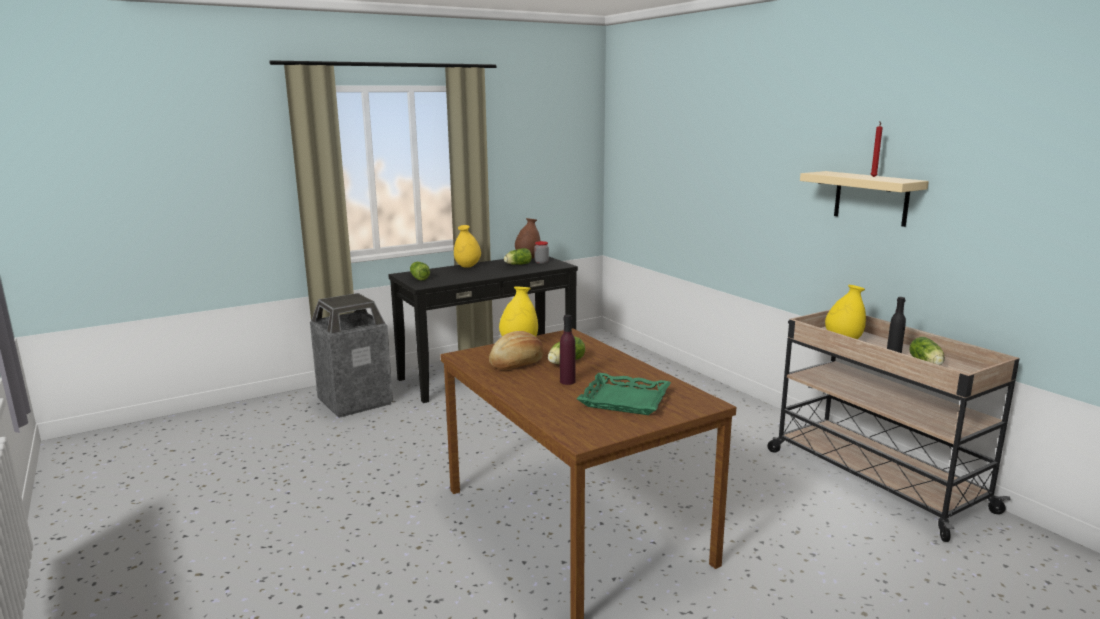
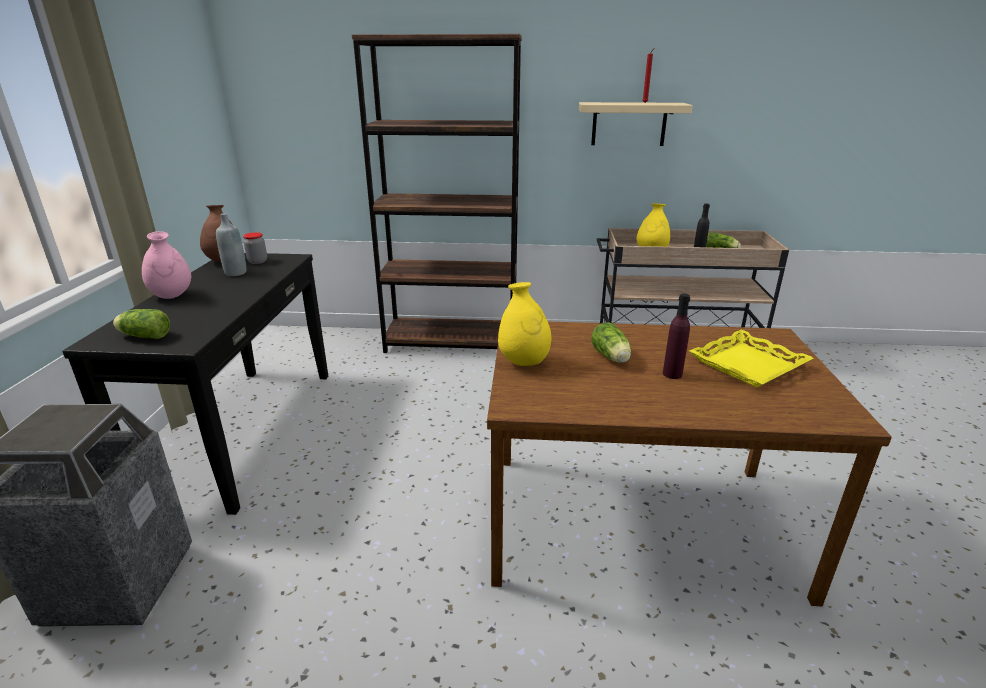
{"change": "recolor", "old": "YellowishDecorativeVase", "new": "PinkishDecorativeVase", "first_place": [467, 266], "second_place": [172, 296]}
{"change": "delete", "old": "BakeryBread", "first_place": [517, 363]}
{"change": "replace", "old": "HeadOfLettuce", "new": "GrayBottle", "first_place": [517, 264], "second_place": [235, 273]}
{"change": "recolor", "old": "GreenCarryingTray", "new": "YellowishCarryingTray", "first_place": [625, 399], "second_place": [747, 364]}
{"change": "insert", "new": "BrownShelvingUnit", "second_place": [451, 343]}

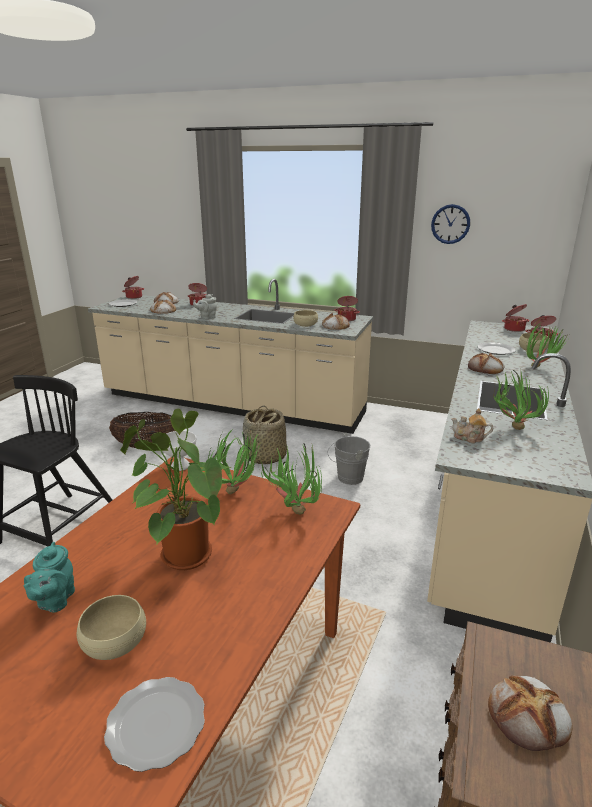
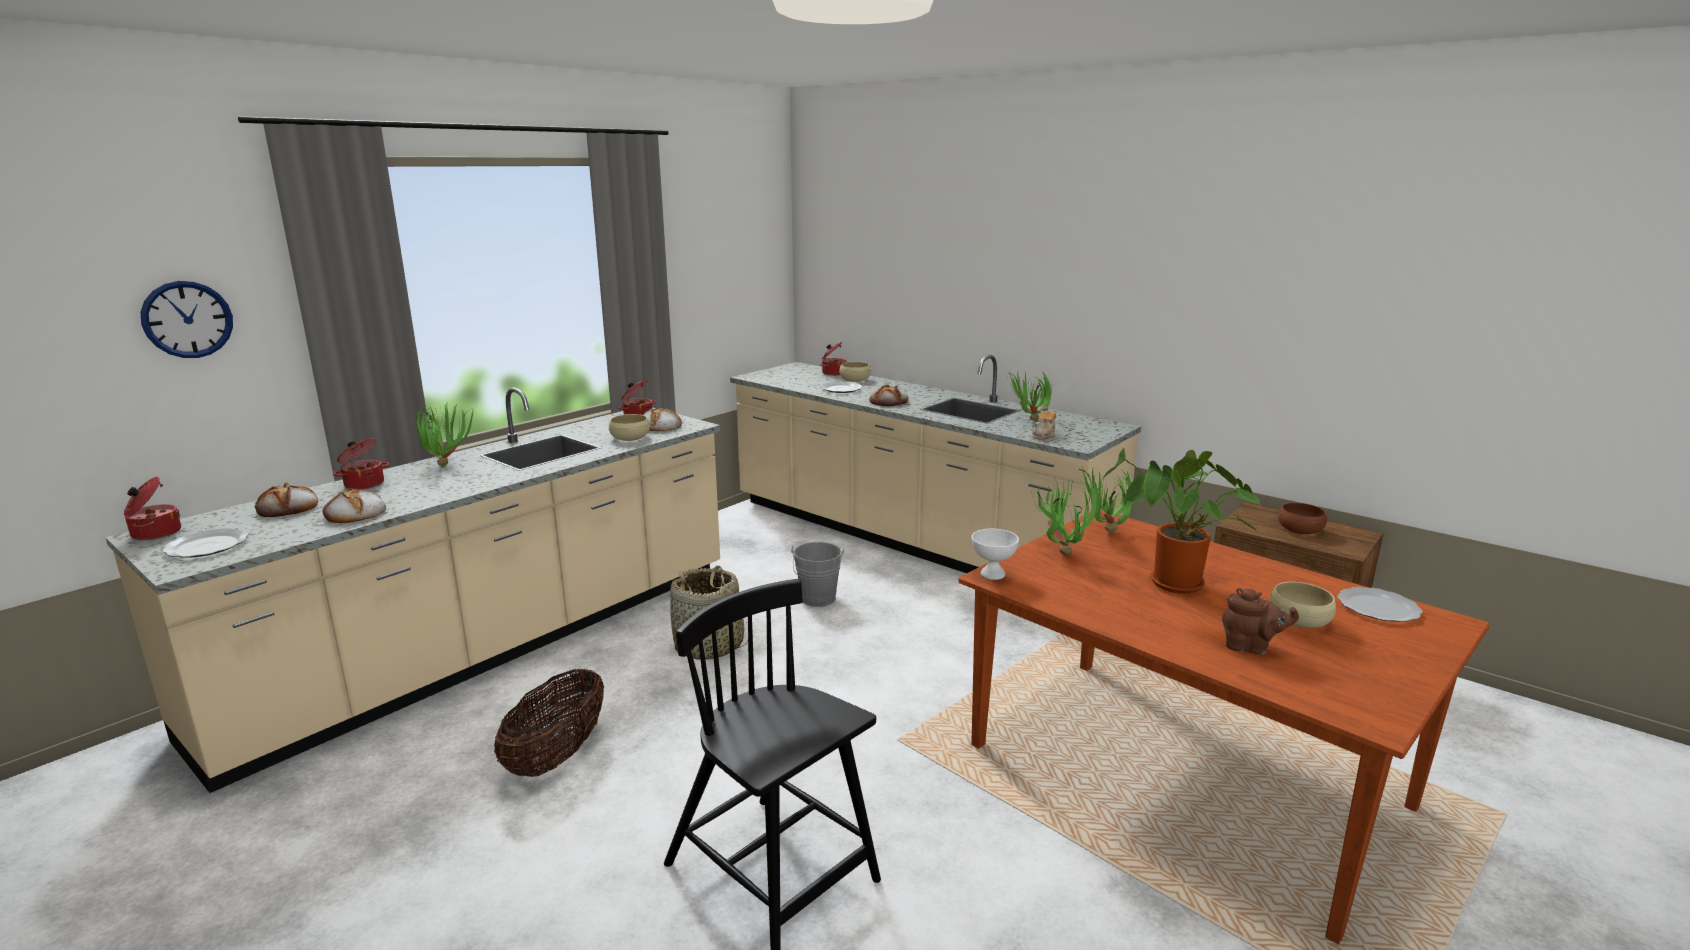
{"change": "recolor", "old": "BlueGreenTeaPot", "new": "BrownTeaPot", "first_place": [54, 601], "second_place": [1250, 647]}
{"change": "delete", "old": "GrayTeaPot", "first_place": [207, 318]}
{"change": "move", "old": "WallClock", "first_place": [450, 224], "second_place": [187, 319]}
{"change": "replace", "old": "BakeryBread", "new": "BrownServingBowl", "first_place": [529, 716], "second_place": [1300, 529]}
{"change": "delete", "old": "Saucepot", "first_place": [514, 329]}
{"change": "move", "old": "Houseplant", "first_place": [539, 367], "second_place": [447, 463]}

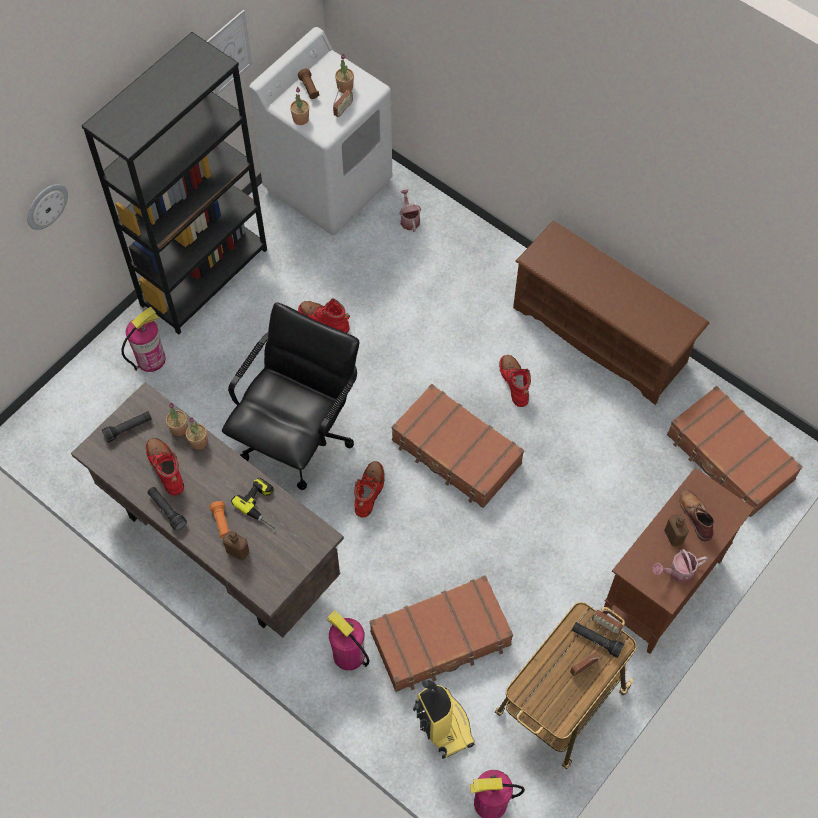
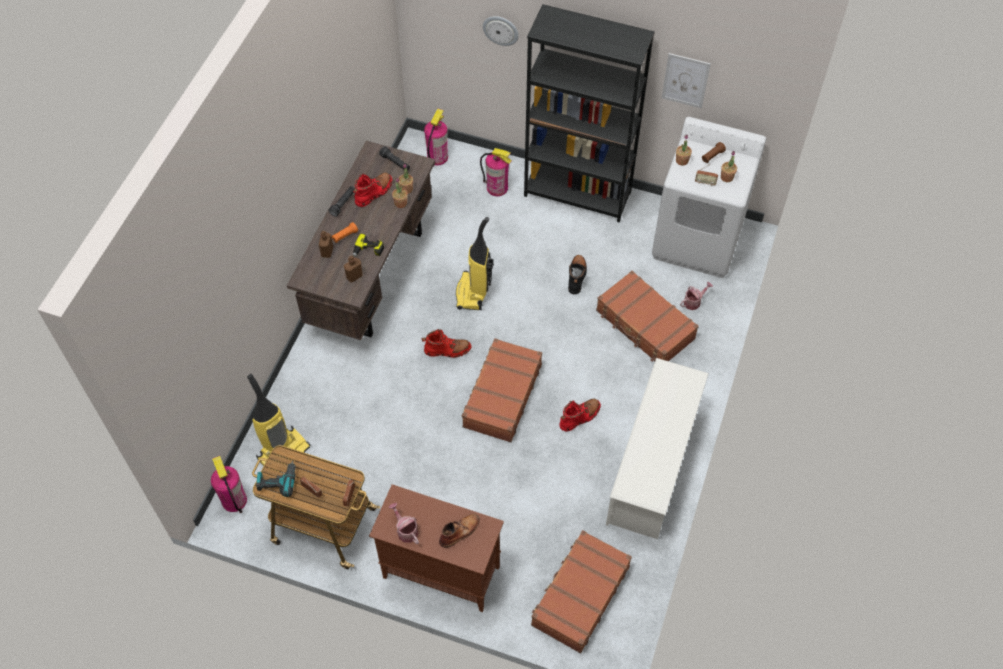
{"change": "replace", "old": "BlackishDeskChair", "new": "Hoover", "first_place": [298, 436], "second_place": [473, 292]}
{"change": "recolor", "old": "RedHighTopBoot", "new": "BlackishHighTopBoot", "first_place": [324, 320], "second_place": [576, 277]}
{"change": "move", "old": "Extinguisher", "first_place": [348, 655], "second_place": [437, 157]}
{"change": "move", "old": "BrownSuitcase", "first_place": [441, 639], "second_place": [644, 325]}
{"change": "recolor", "old": "BrownShoeShelf", "new": "WhitishShoeShelf", "first_place": [601, 335], "second_place": [652, 467]}
{"change": "delete", "old": "BlackishHandTorch", "first_place": [596, 641]}
{"change": "move", "old": "BrownBottle", "first_place": [673, 536], "second_place": [354, 276]}
{"change": "insert", "new": "Drill", "second_place": [277, 481]}

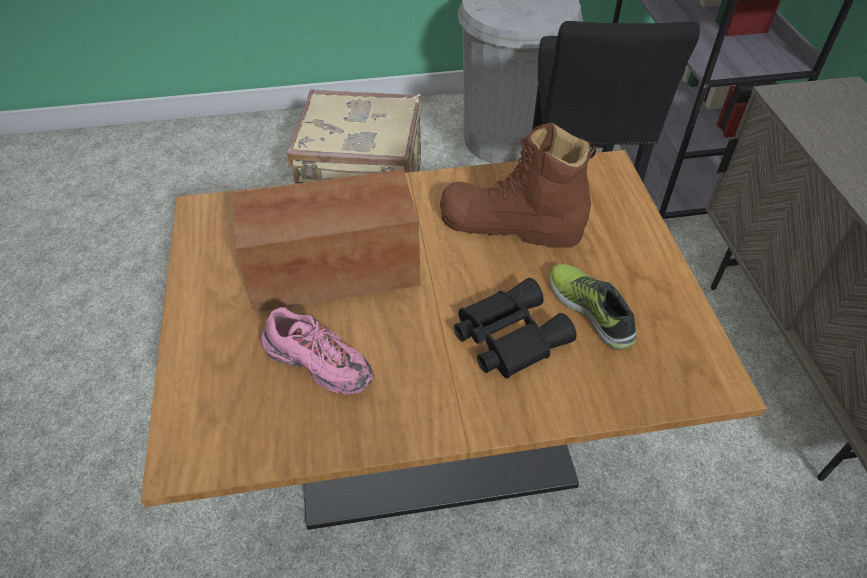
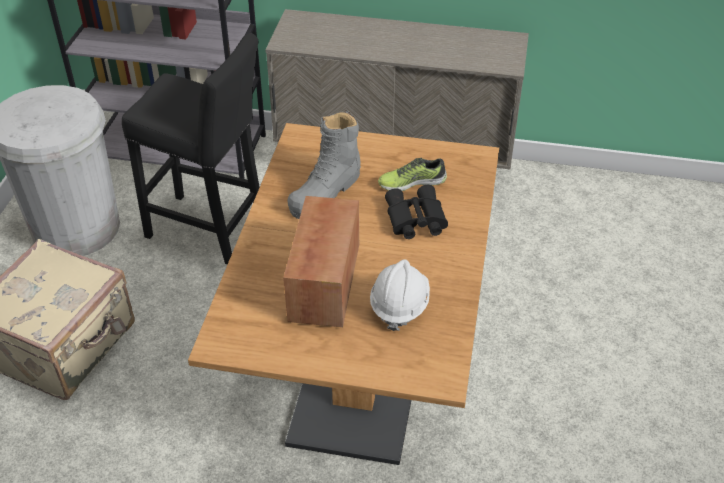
{"change": "replace", "old": "PinkishLowShoe", "new": "WhitishHardHat", "first_place": [319, 365], "second_place": [399, 305]}
{"change": "recolor", "old": "BrownHighTopBoot", "new": "GrayHighTopBoot", "first_place": [510, 224], "second_place": [325, 192]}

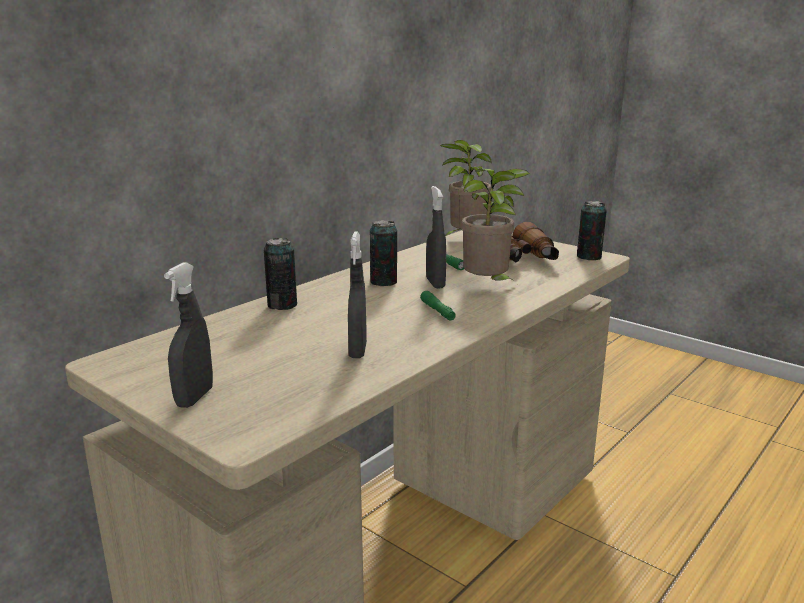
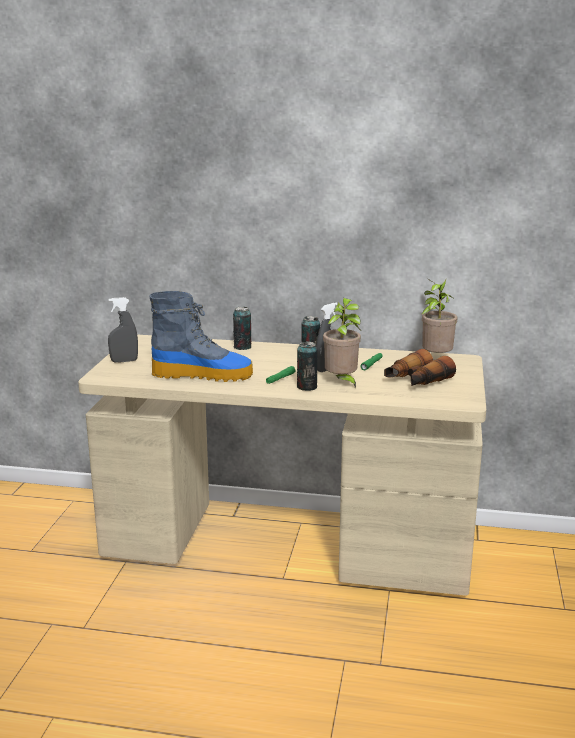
{"change": "replace", "old": "GraySprayBottle", "new": "HighTopBoot", "first_place": [358, 351], "second_place": [203, 374]}
{"change": "move", "old": "Can", "first_place": [589, 257], "second_place": [307, 387]}

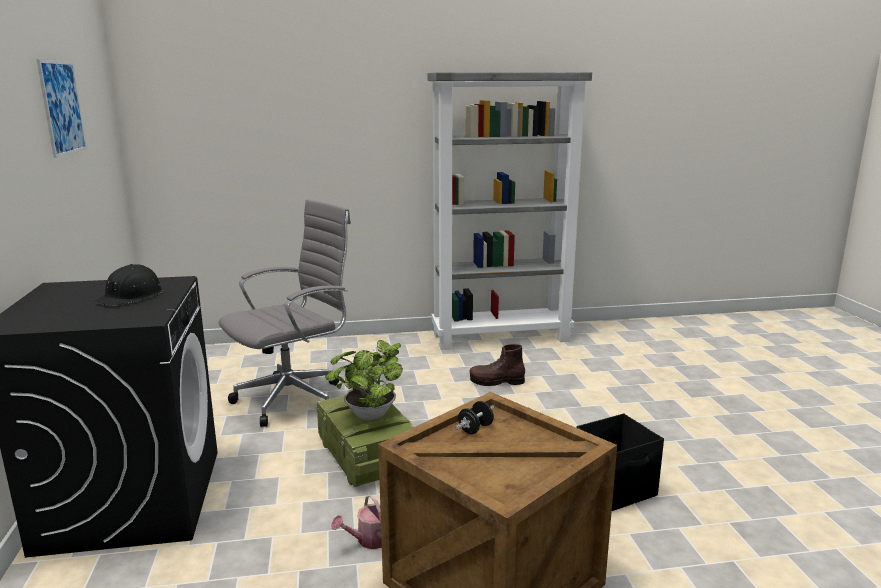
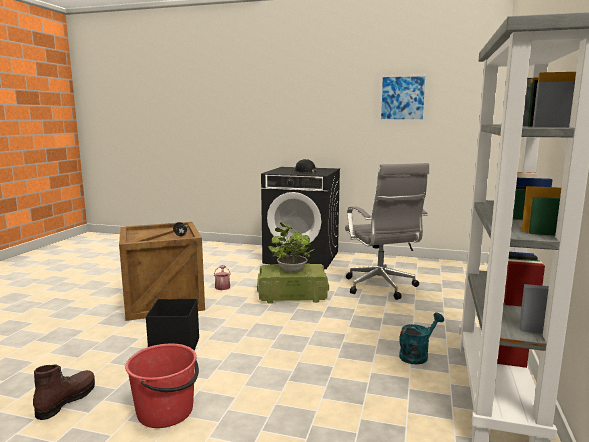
{"change": "move", "old": "BrownHighTopBoot", "first_place": [496, 382], "second_place": [66, 400]}
{"change": "insert", "new": "RedPail", "second_place": [166, 411]}
{"change": "insert", "new": "BlueGreenWateringPot", "second_place": [417, 355]}

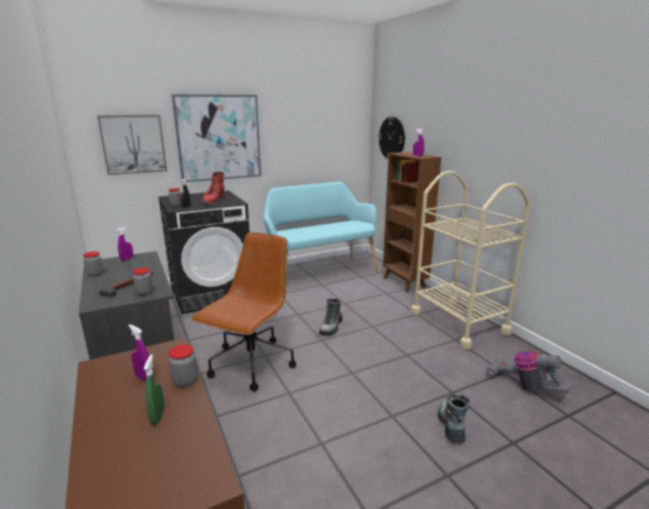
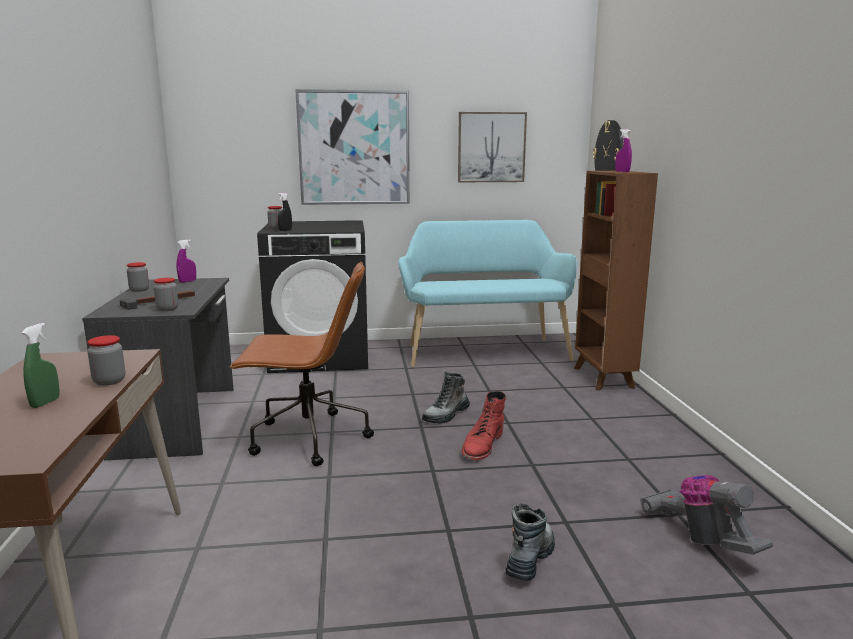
{"change": "move", "old": "Picture", "first_place": [133, 144], "second_place": [491, 147]}
{"change": "delete", "old": "PurpleSprayBottle", "first_place": [144, 378]}
{"change": "rotate", "old": "BrownDeskChair", "first_place": [251, 365], "second_place": [307, 438], "degrees": 45}
{"change": "move", "old": "RedHighTopBoot", "first_place": [213, 200], "second_place": [482, 445]}
{"change": "delete", "old": "SandColouredWheeledCart", "first_place": [458, 322]}

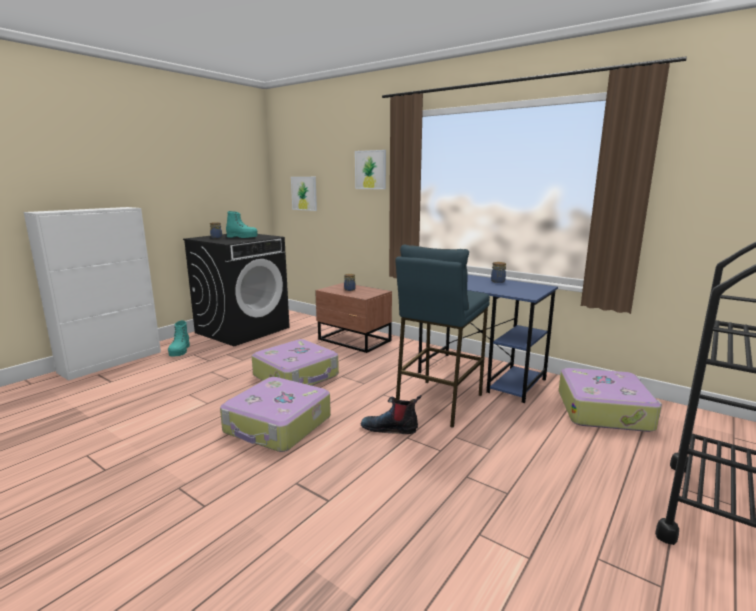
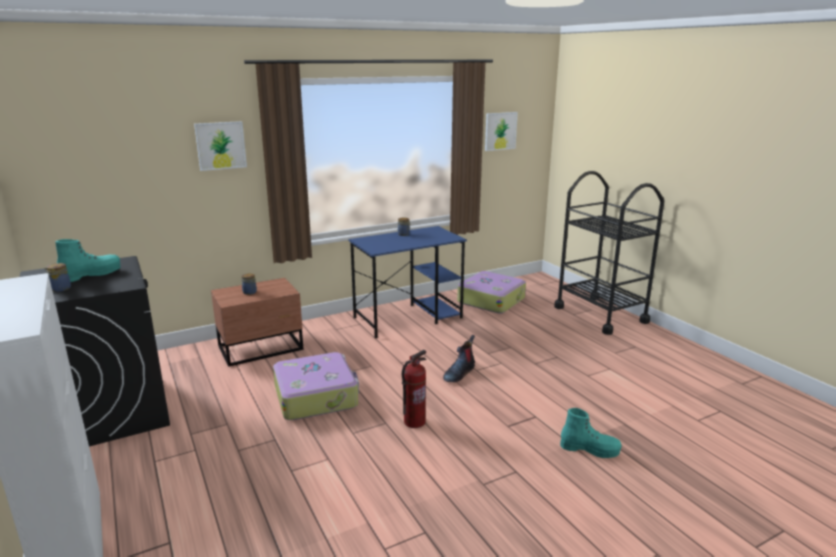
{"change": "move", "old": "BlueGreenHighTopBoot", "first_place": [180, 351], "second_place": [589, 449]}
{"change": "replace", "old": "Suitcase", "new": "Extinguisher", "first_place": [278, 425], "second_place": [414, 422]}
{"change": "move", "old": "Picture", "first_place": [304, 193], "second_place": [500, 131]}
{"change": "delete", "old": "BlueColouredStool", "first_place": [438, 402]}

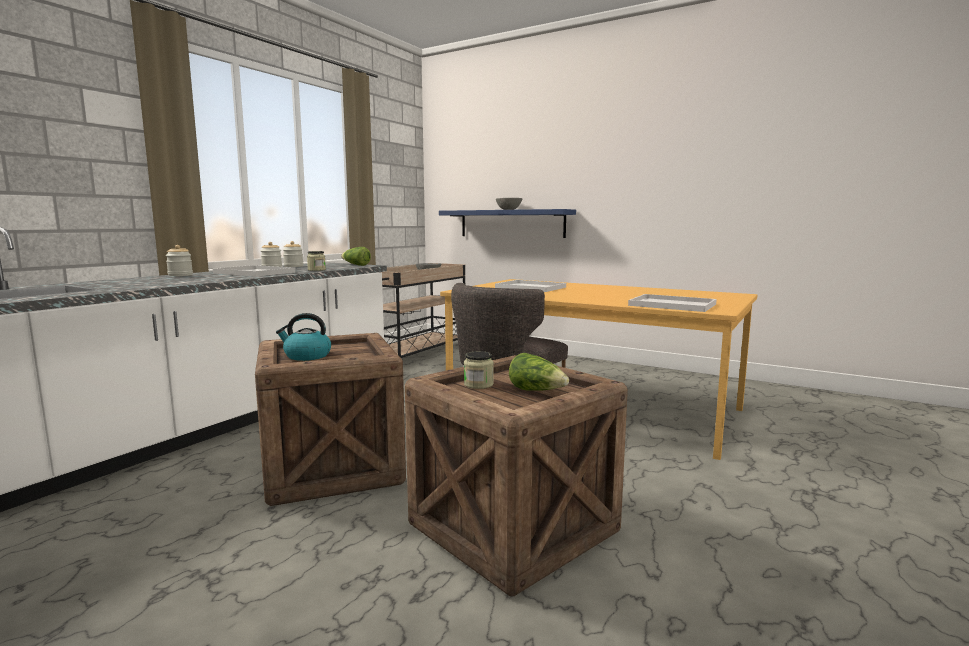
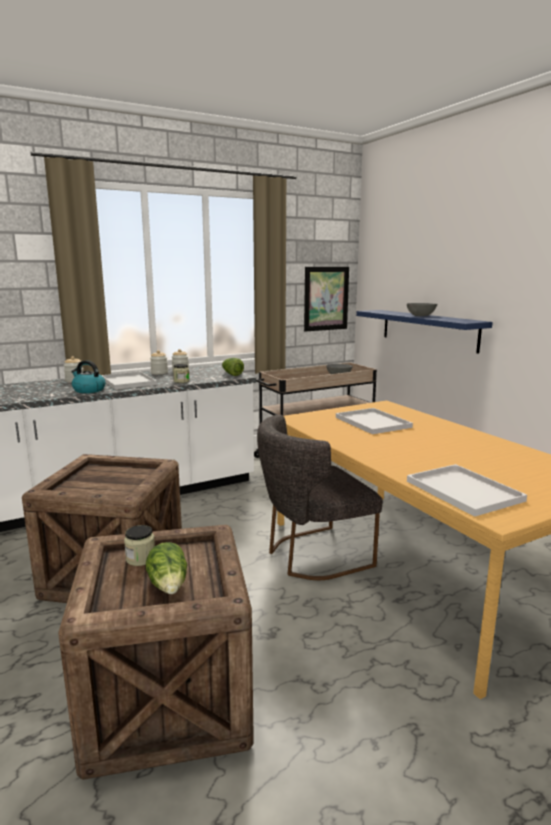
{"change": "move", "old": "Kettle", "first_place": [306, 356], "second_place": [88, 390]}
{"change": "insert", "new": "Picture", "second_place": [326, 298]}

